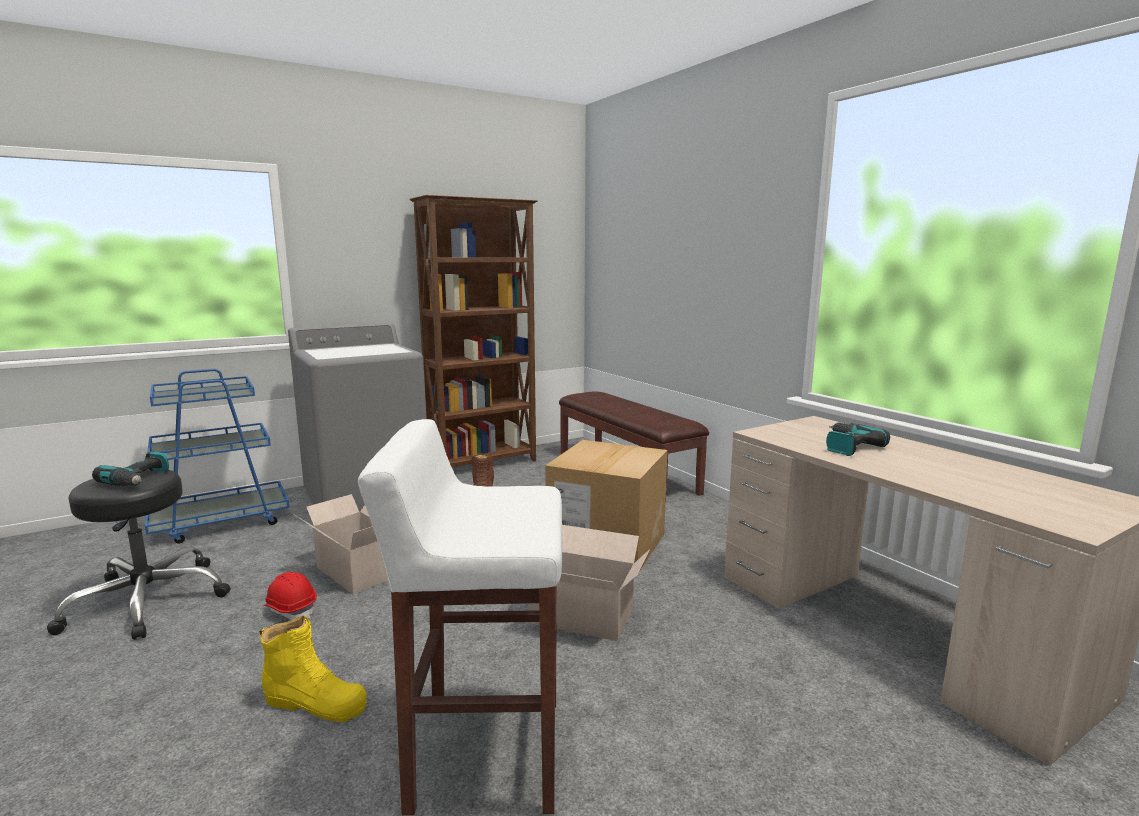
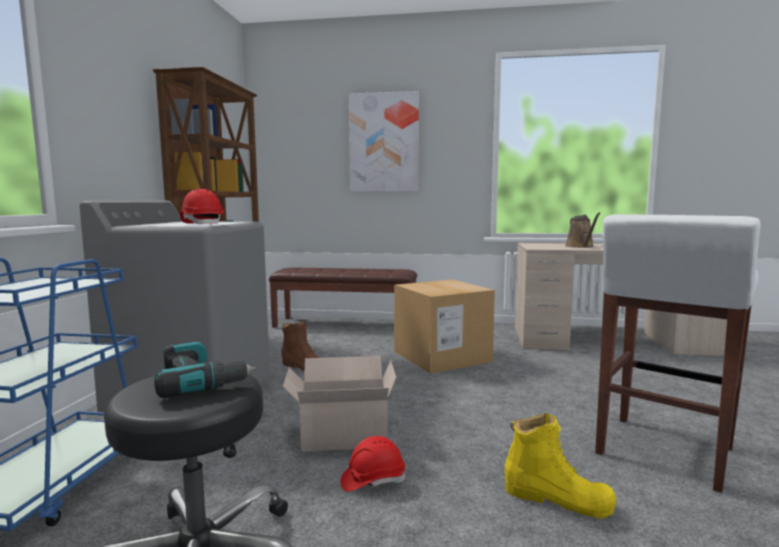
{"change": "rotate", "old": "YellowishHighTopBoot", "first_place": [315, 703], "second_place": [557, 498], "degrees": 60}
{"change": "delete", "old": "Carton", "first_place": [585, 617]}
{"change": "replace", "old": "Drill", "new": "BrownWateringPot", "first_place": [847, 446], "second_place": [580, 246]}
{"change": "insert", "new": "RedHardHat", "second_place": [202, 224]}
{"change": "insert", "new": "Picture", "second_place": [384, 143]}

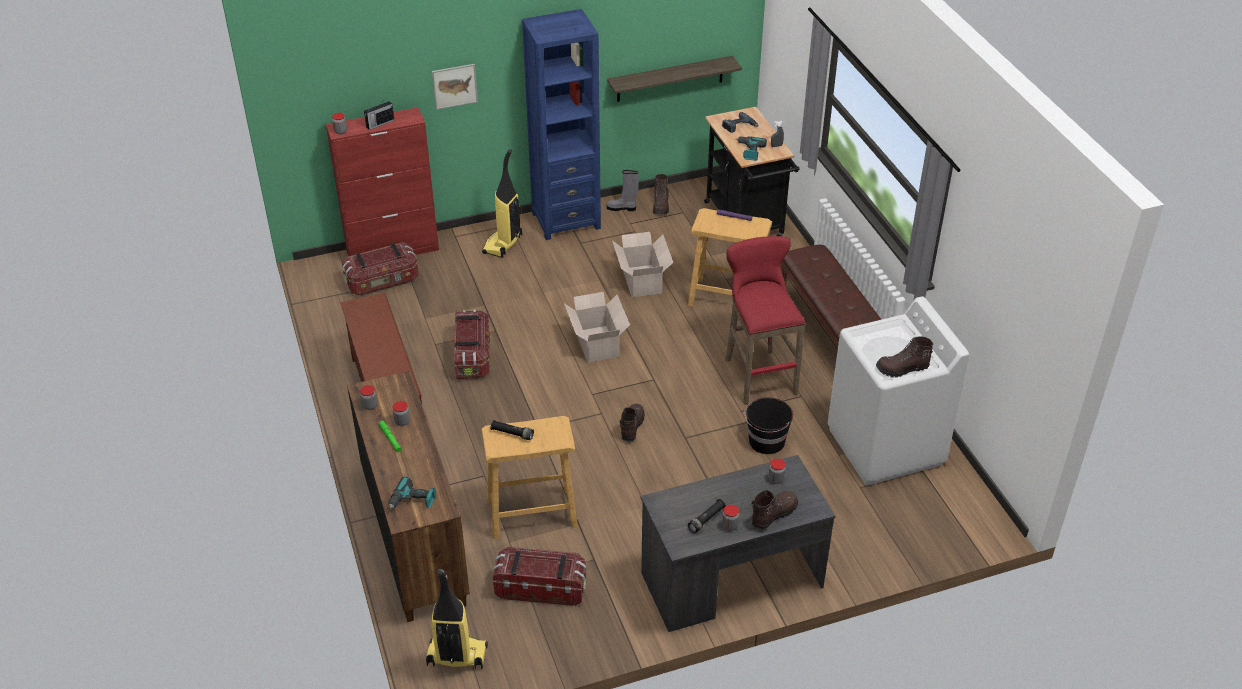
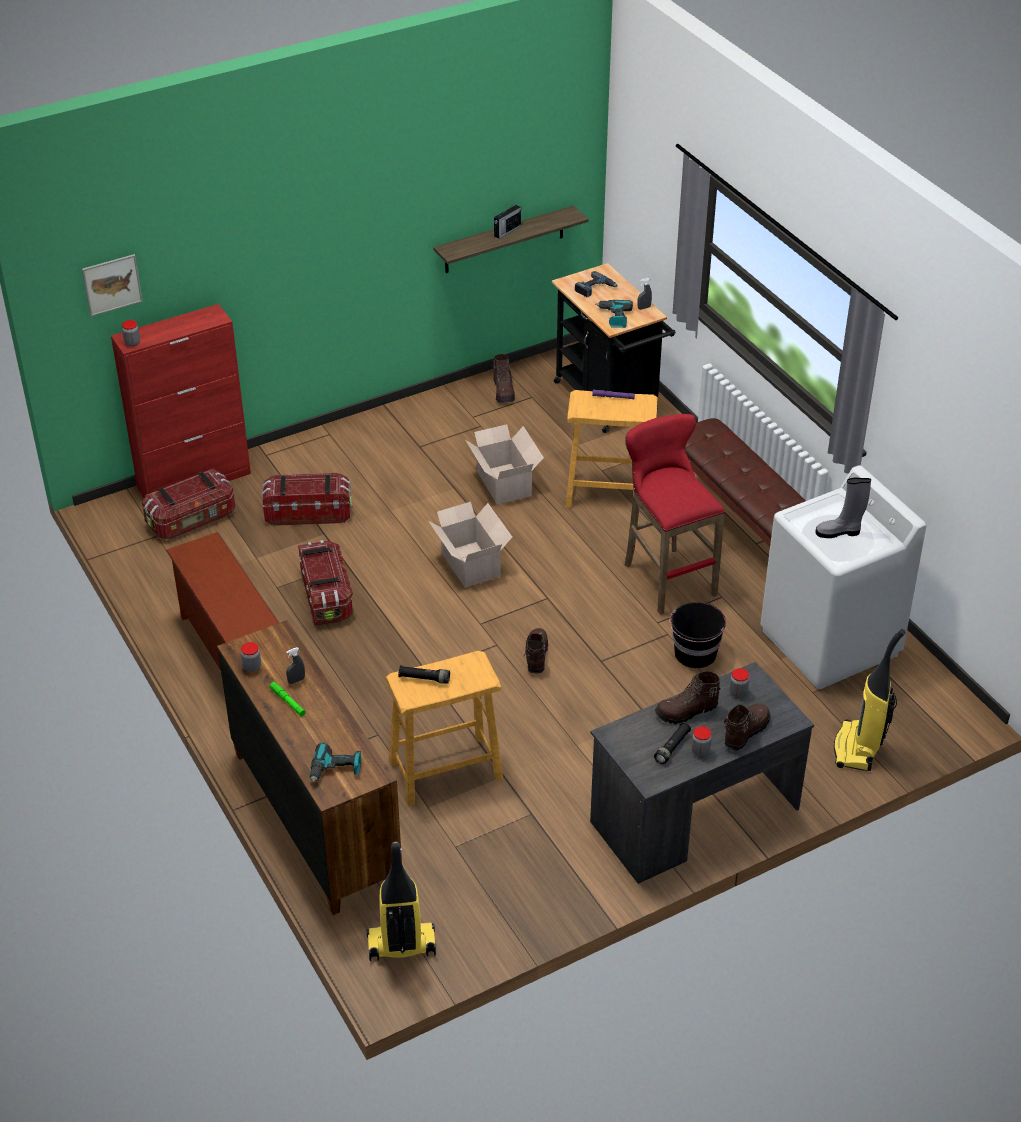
{"change": "move", "old": "RadioReceiver", "first_place": [379, 124], "second_place": [507, 231]}
{"change": "replace", "old": "Jar", "new": "GraySprayBottle", "first_place": [402, 422], "second_place": [296, 680]}
{"change": "move", "old": "Picture", "first_place": [454, 86], "second_place": [112, 284]}
{"change": "move", "old": "Hoover", "first_place": [503, 245], "second_place": [858, 749]}
{"change": "move", "old": "StorageBin", "first_place": [540, 588], "second_place": [308, 512]}
{"change": "delete", "old": "BlueColouredShelvingUnit", "first_place": [566, 220]}
{"change": "move", "old": "GrayHighTopBoot", "first_place": [622, 208], "second_place": [839, 532]}
{"change": "move", "old": "BrownHighTopBoot", "first_place": [902, 369], "second_place": [686, 712]}

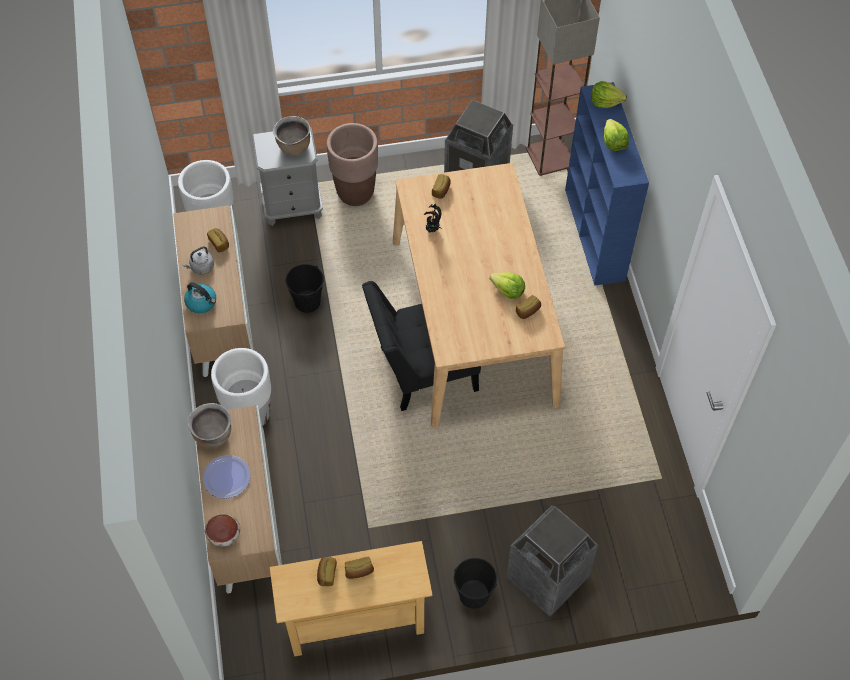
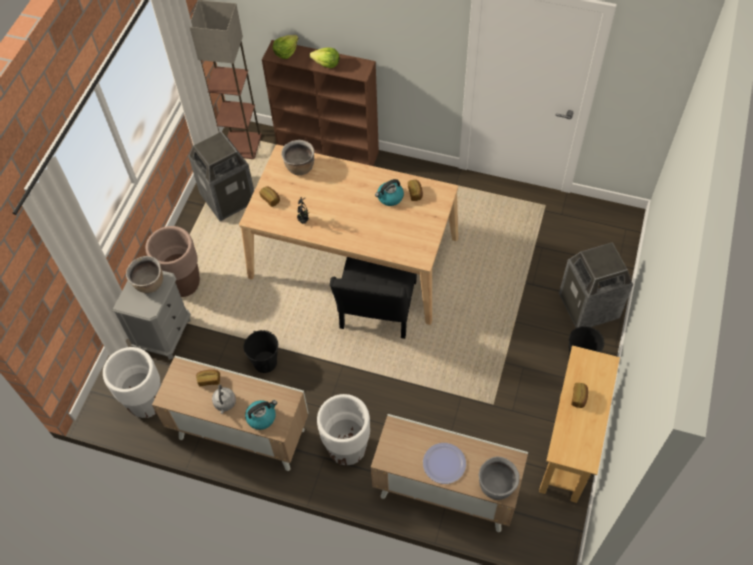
{"change": "move", "old": "BrownSaucepot", "first_place": [213, 435], "second_place": [299, 167]}
{"change": "replace", "old": "ServingBowl", "new": "GraySaucepot", "first_place": [224, 534], "second_place": [496, 485]}
{"change": "delete", "old": "BakeryBread", "first_place": [326, 574]}
{"change": "replace", "old": "HeadOfLettuce", "new": "Kettle", "first_place": [508, 291], "second_place": [390, 197]}
{"change": "recolor", "old": "BlueColouredShelvingUnit", "new": "BrownShelvingUnit", "first_place": [595, 235], "second_place": [329, 151]}

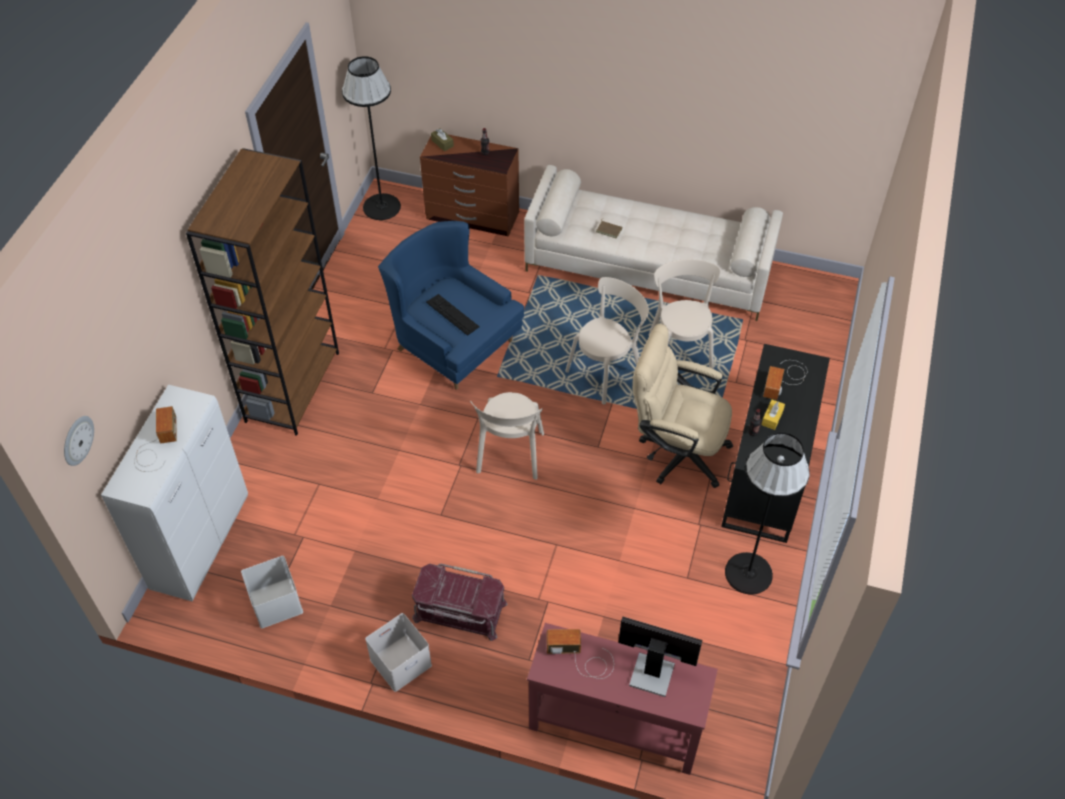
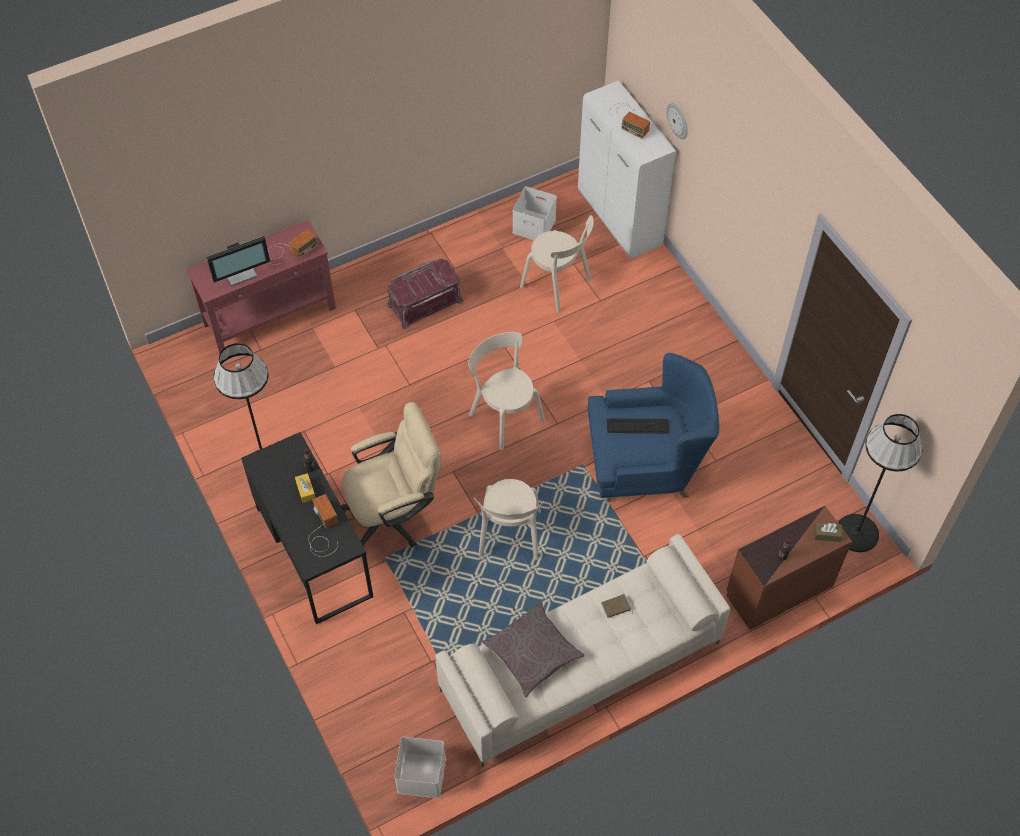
{"change": "move", "old": "WallClock", "first_place": [77, 440], "second_place": [678, 120]}
{"change": "delete", "old": "BrownShelvingUnit", "first_place": [292, 386]}
{"change": "move", "old": "WhitishStorageBin", "first_place": [401, 661], "second_place": [422, 776]}
{"change": "move", "old": "SandColouredUprightChair", "first_place": [680, 350], "second_place": [558, 285]}
{"change": "insert", "new": "GrayPillow", "second_place": [533, 653]}

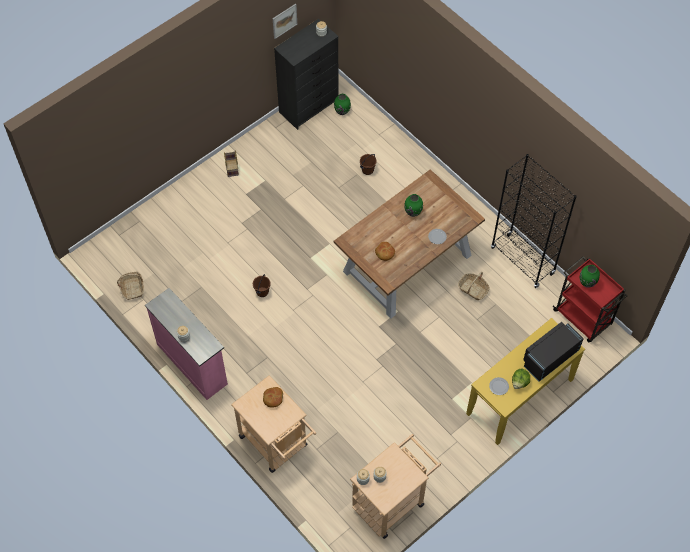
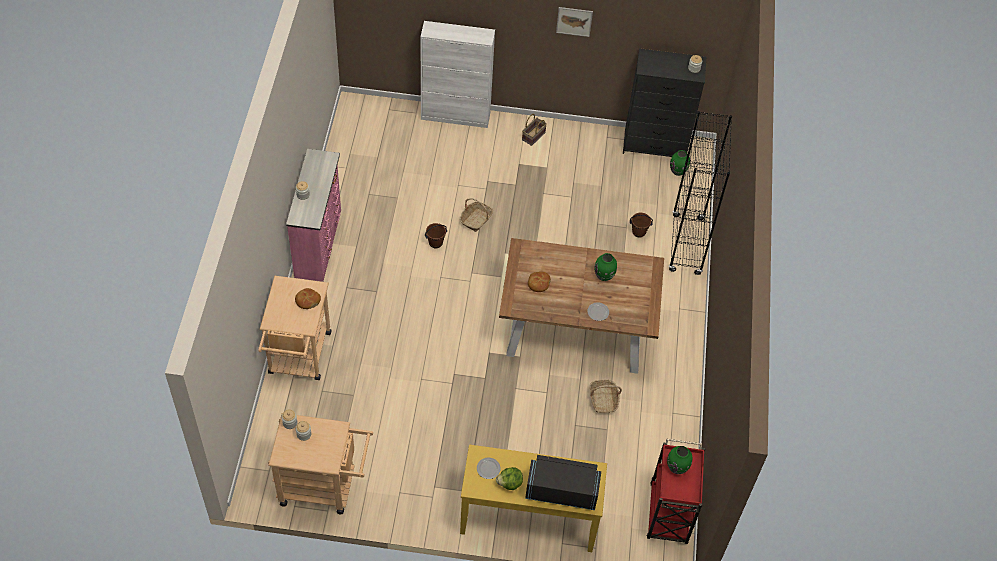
{"change": "move", "old": "HouseholdBasket", "first_place": [132, 288], "second_place": [476, 219]}
{"change": "move", "old": "Picture", "first_place": [284, 21], "second_place": [574, 21]}
{"change": "move", "old": "BlackishShelvingUnit", "first_place": [522, 261], "second_place": [686, 245]}
{"change": "insert", "new": "WhitishCabinet", "second_place": [456, 116]}

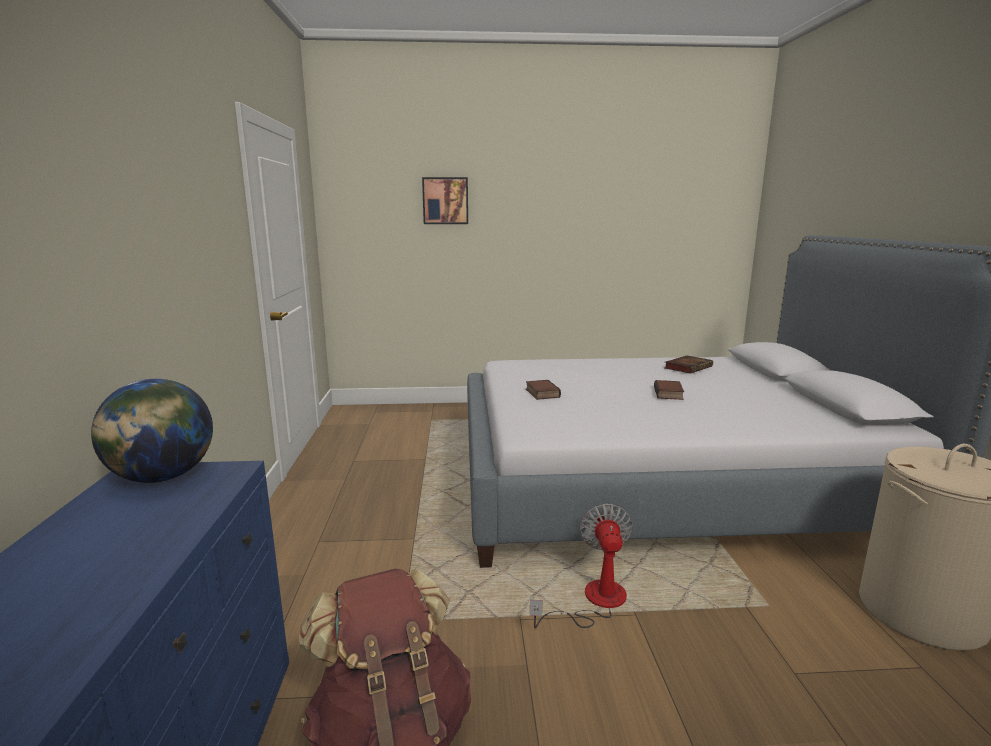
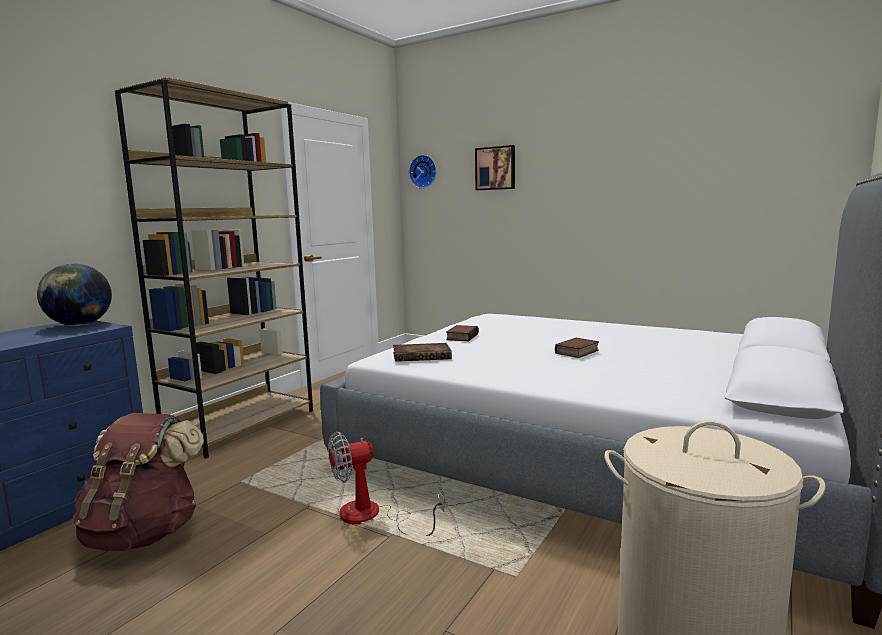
{"change": "rotate", "old": "Fan", "first_place": [593, 602], "second_place": [372, 517], "degrees": -150}
{"change": "move", "old": "BoundBook", "first_place": [688, 367], "second_place": [423, 356]}
{"change": "insert", "new": "BrownShelvingUnit", "second_place": [242, 425]}
{"change": "insert", "new": "WallClock", "second_place": [424, 171]}

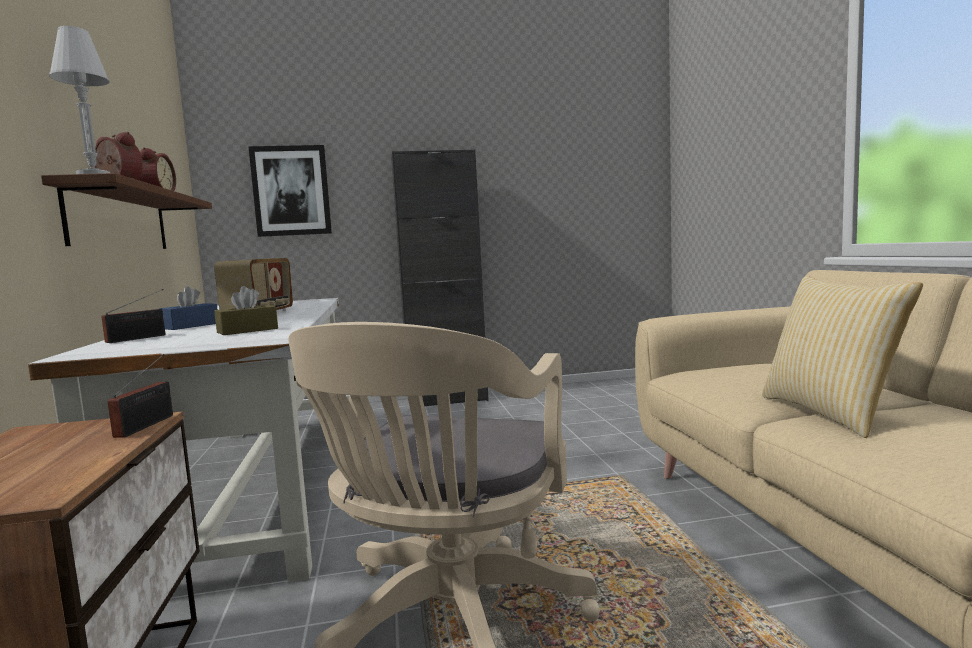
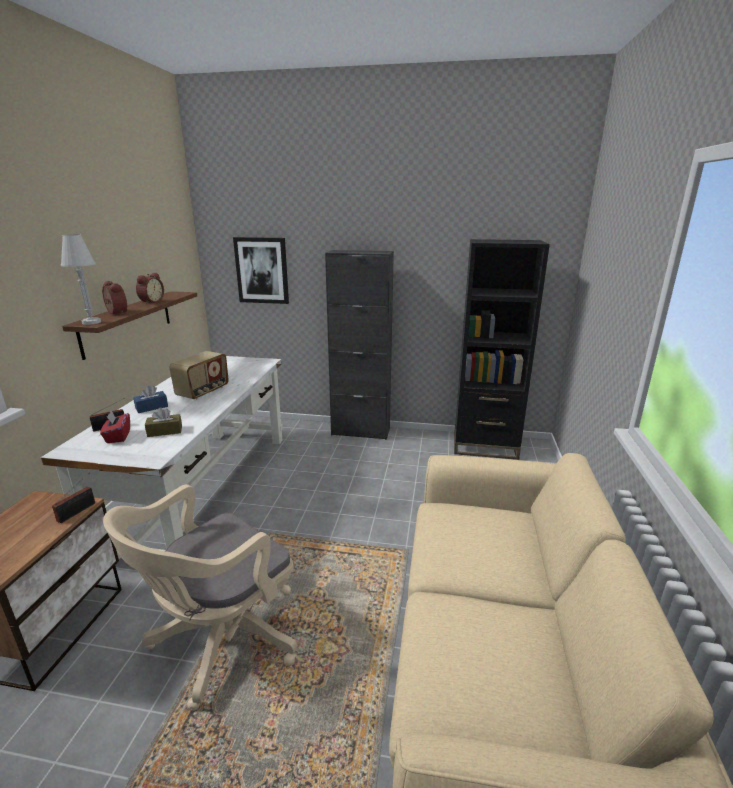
{"change": "delete", "old": "Pillow", "first_place": [831, 413]}
{"change": "insert", "new": "RedTissueHolder", "second_place": [118, 436]}
{"change": "insert", "new": "BlackishShelvingUnit", "second_place": [485, 446]}

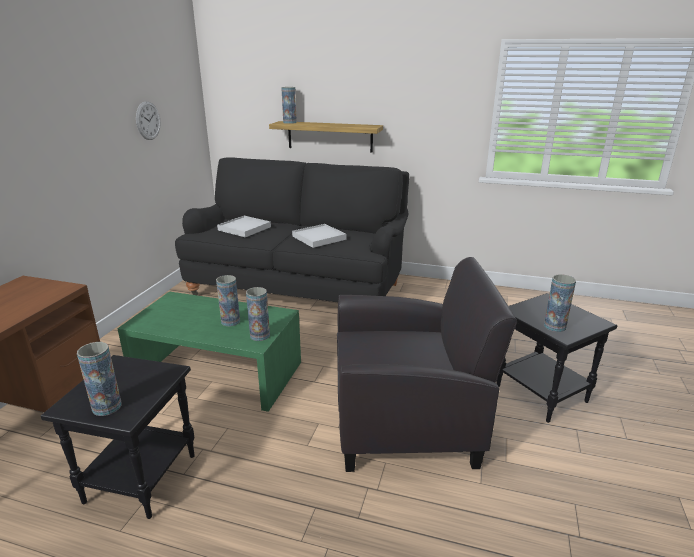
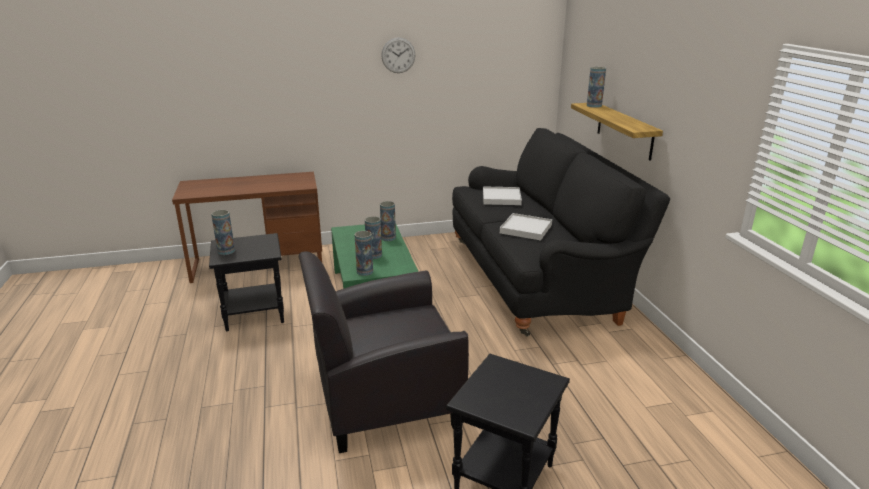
{"change": "move", "old": "WallClock", "first_place": [148, 120], "second_place": [398, 55]}
{"change": "rotate", "old": "BlackishLoungeChair", "first_place": [406, 422], "second_place": [384, 399], "degrees": 105}
{"change": "move", "old": "DecorativeVase", "first_place": [554, 326], "second_place": [388, 238]}

